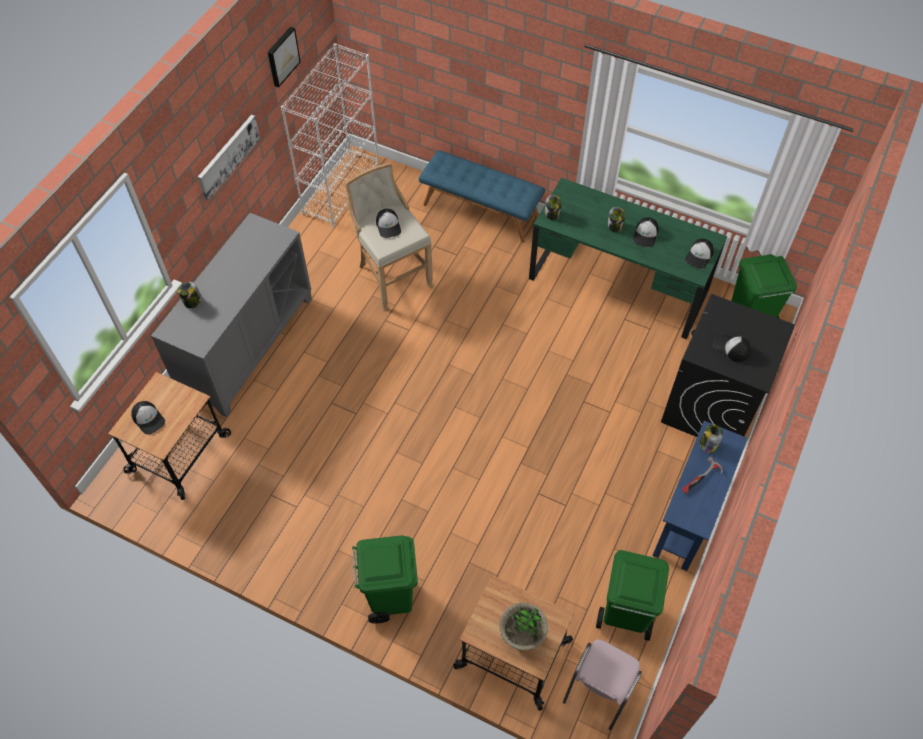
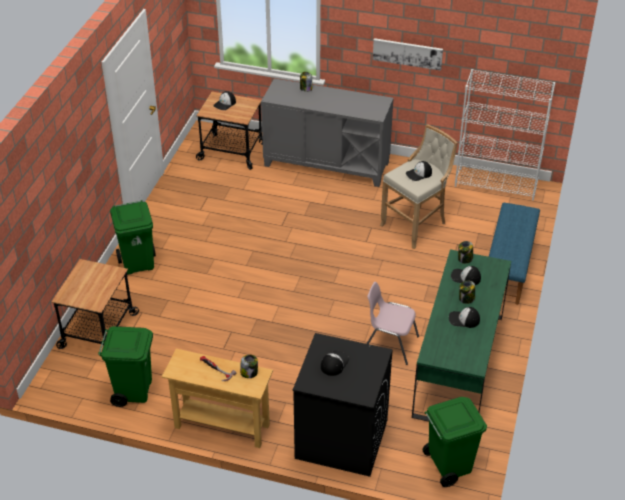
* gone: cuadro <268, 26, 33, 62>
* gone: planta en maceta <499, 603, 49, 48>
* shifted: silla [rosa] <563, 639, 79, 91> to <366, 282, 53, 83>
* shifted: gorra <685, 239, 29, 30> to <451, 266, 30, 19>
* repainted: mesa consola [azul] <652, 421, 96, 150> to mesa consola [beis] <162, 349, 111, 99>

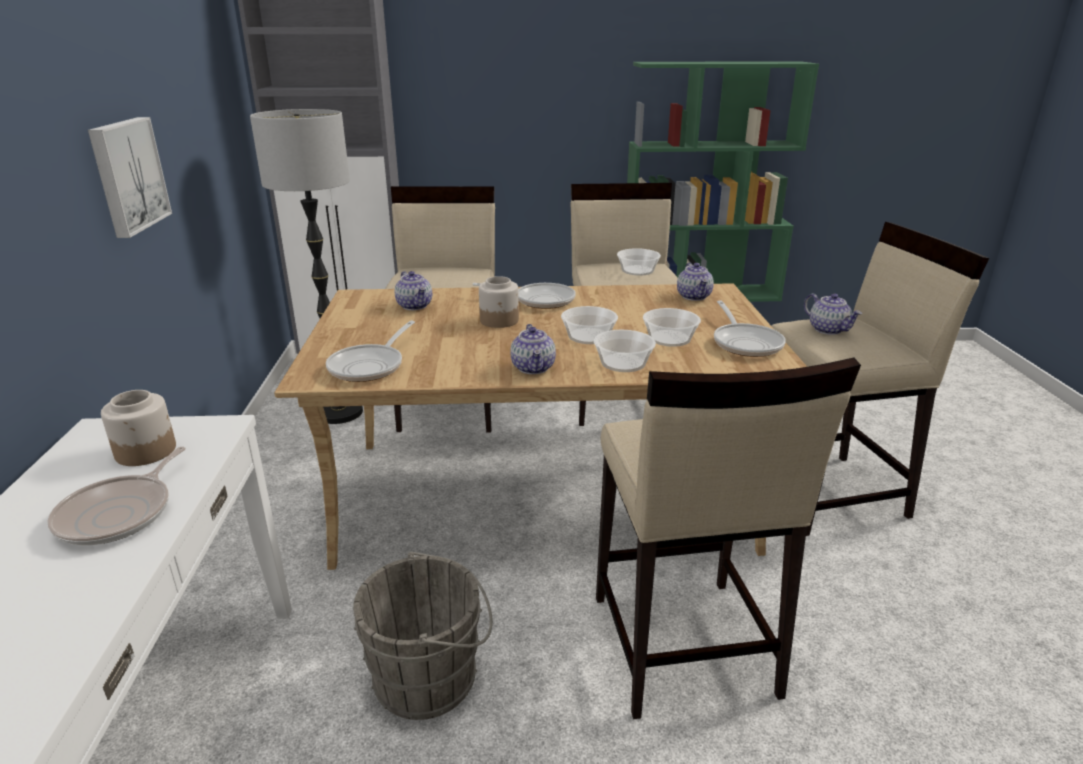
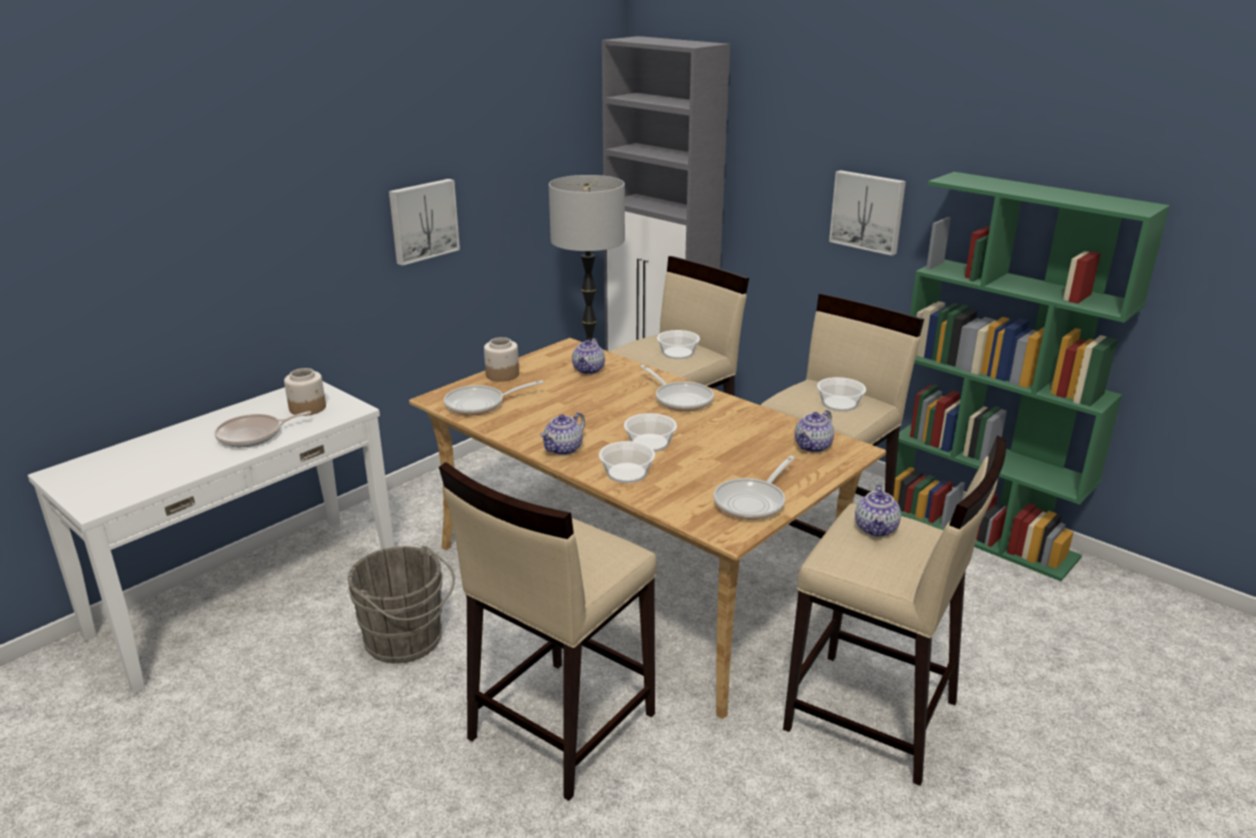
* new: cuadro <829, 170, 77, 86>
* shifted: tarro <479, 276, 40, 52> to <484, 337, 35, 45>
* shifted: cuenco <643, 308, 58, 39> to <657, 330, 43, 29>

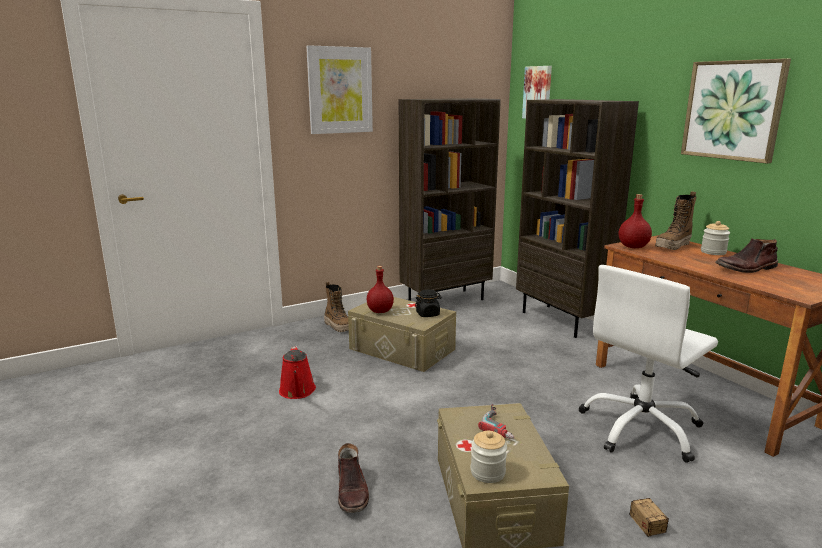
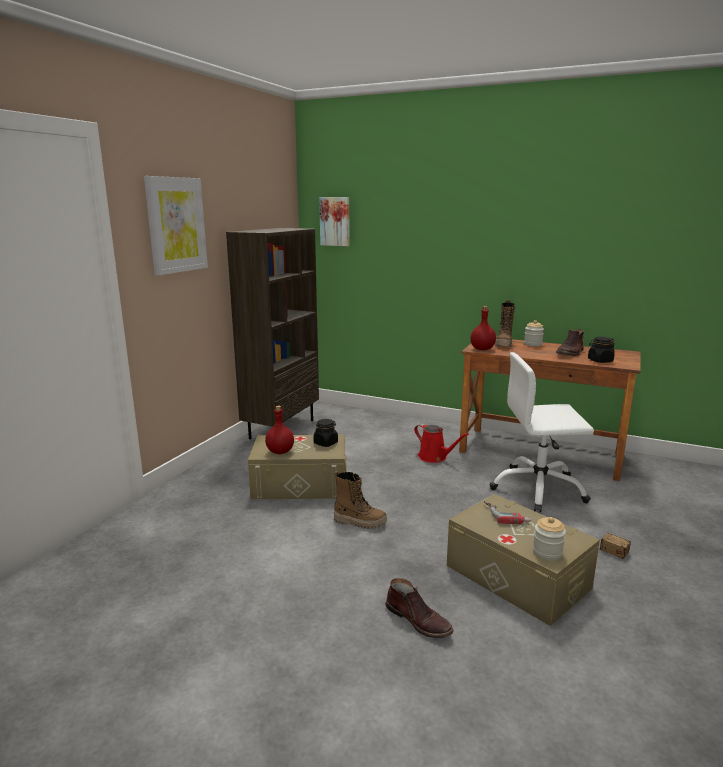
* gone: estantería [marrón] <516, 99, 123, 239>
* gone: cuadro <681, 58, 110, 106>
* new: tarro [negro] <588, 337, 27, 26>
* shifted: regadera [rojo] <279, 346, 37, 53> to <414, 424, 55, 39>
* shifted: bota <324, 282, 25, 50> to <334, 471, 53, 58>
* rotated: silla de oficina [blanco] <579, 265, 139, 198> = <489, 352, 105, 160> 75 degrees clockwise

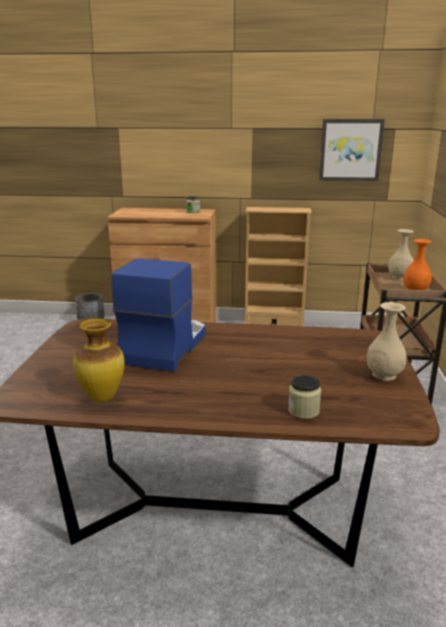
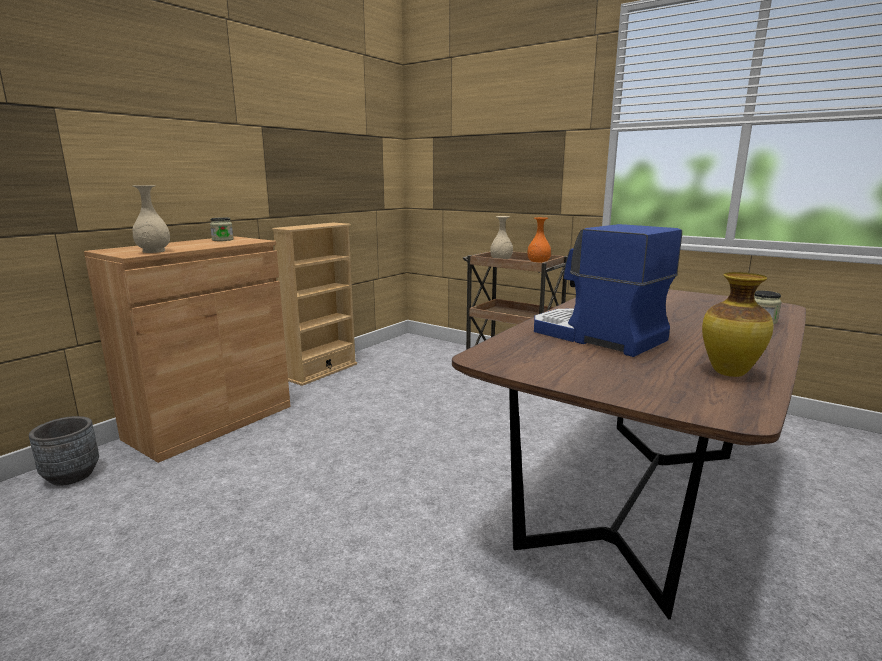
* gone: cuadro <319, 119, 66, 62>
* shifted: florero [beis] <367, 302, 39, 79> to <132, 185, 38, 68>

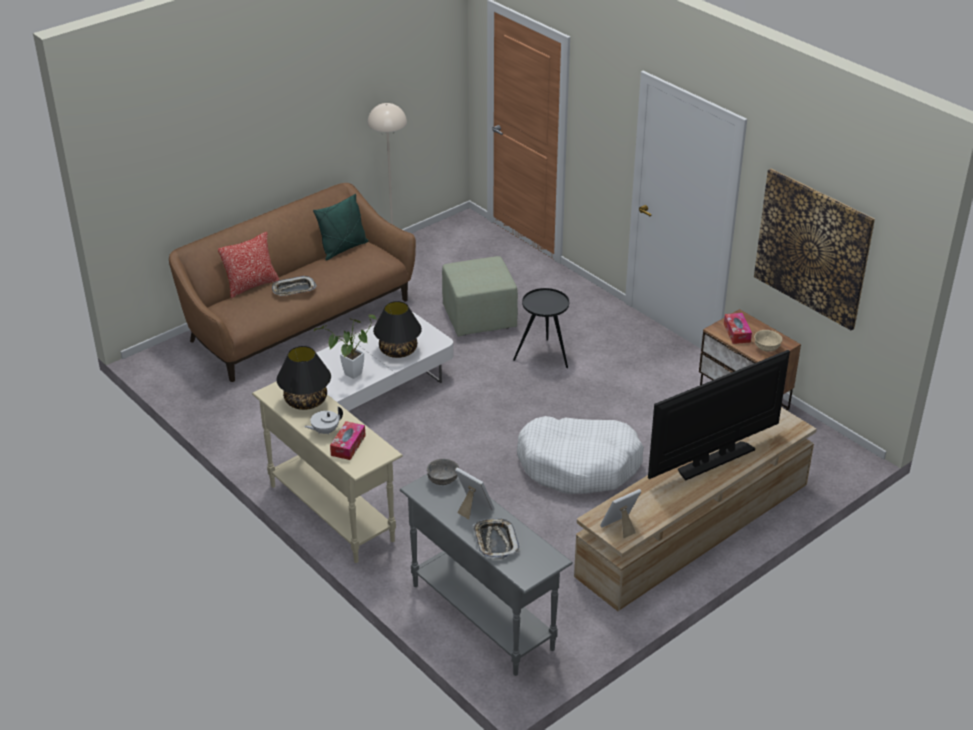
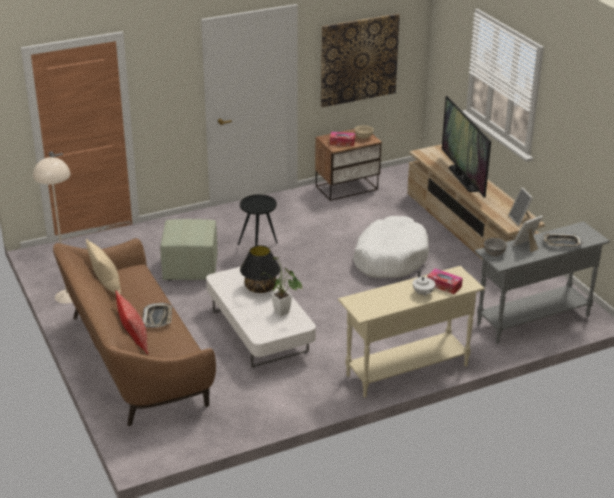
* gone: lámpara de mesa [negro] <276, 346, 55, 64>
* repainted: cojín [verde] <313, 194, 55, 67> to cojín [beis] <86, 239, 35, 56>

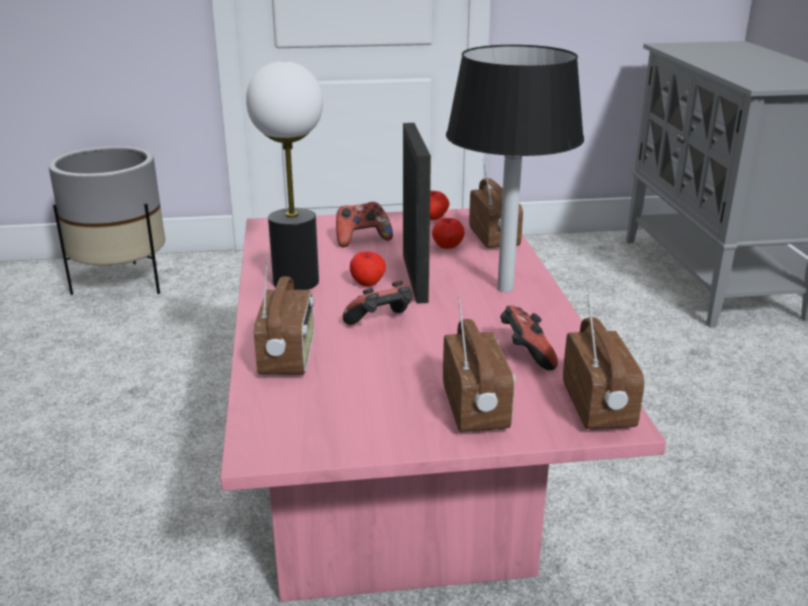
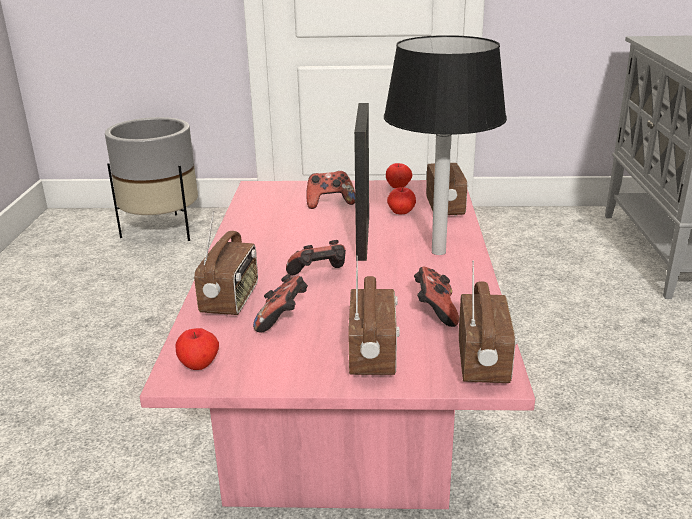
* gone: lámpara de mesa <246, 61, 77, 229>
* new: mando de consola <253, 274, 55, 59>
* shifted: manzana <350, 251, 36, 35> to <175, 328, 44, 42>

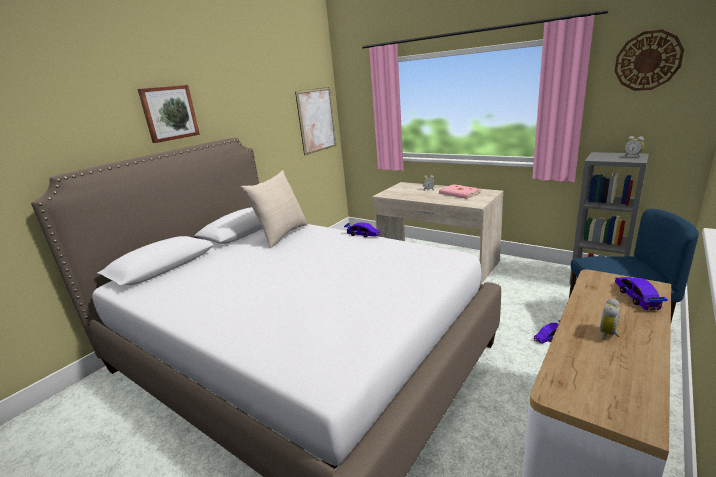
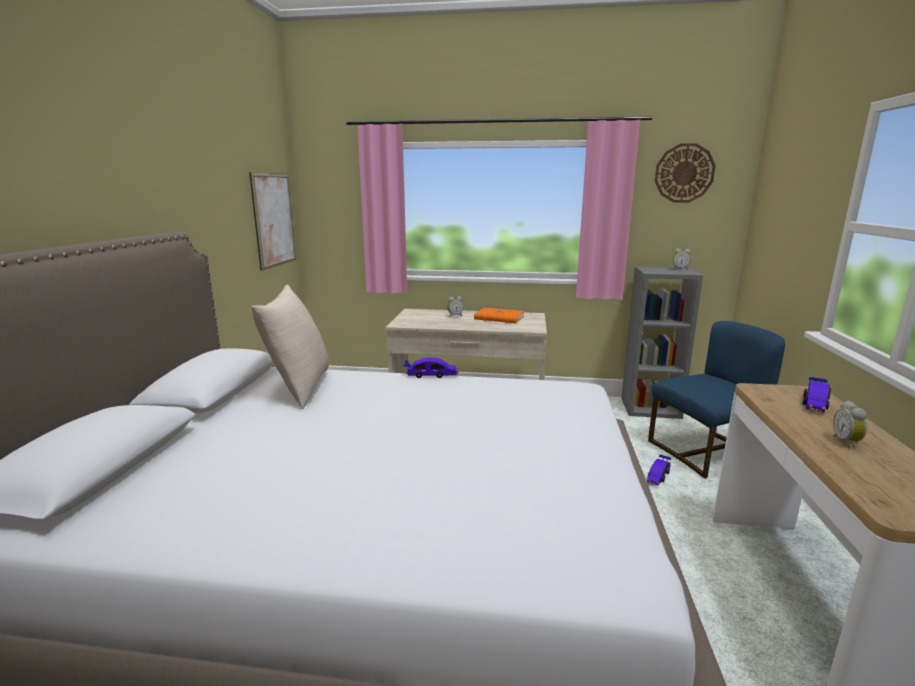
* gone: cuadro <138, 85, 62, 58>
* repainted: libro [rosa] <439, 184, 42, 15> to libro [naranja] <474, 308, 50, 15>
* rotated: coche de juguete <615, 277, 53, 33> = <803, 377, 28, 36> 120 degrees counterclockwise

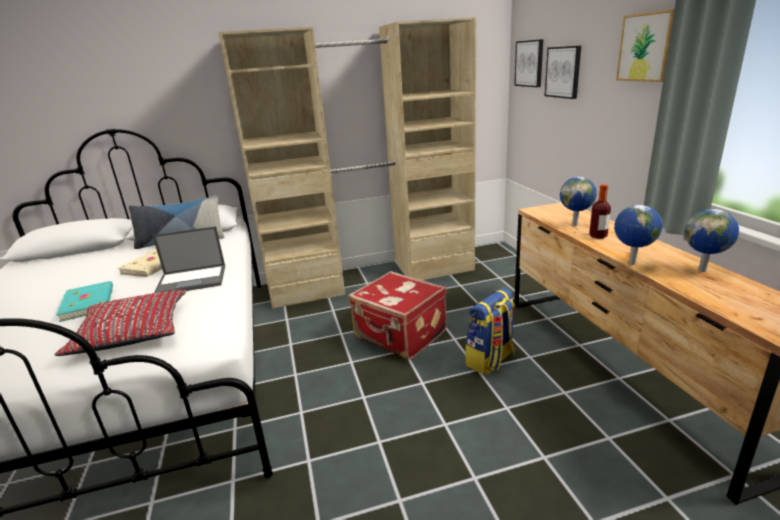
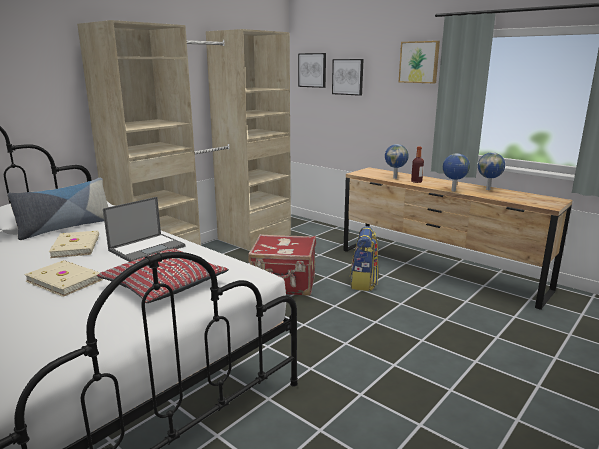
* repainted: libro [turquesa] <56, 281, 57, 41> to libro [beis] <24, 260, 79, 37>

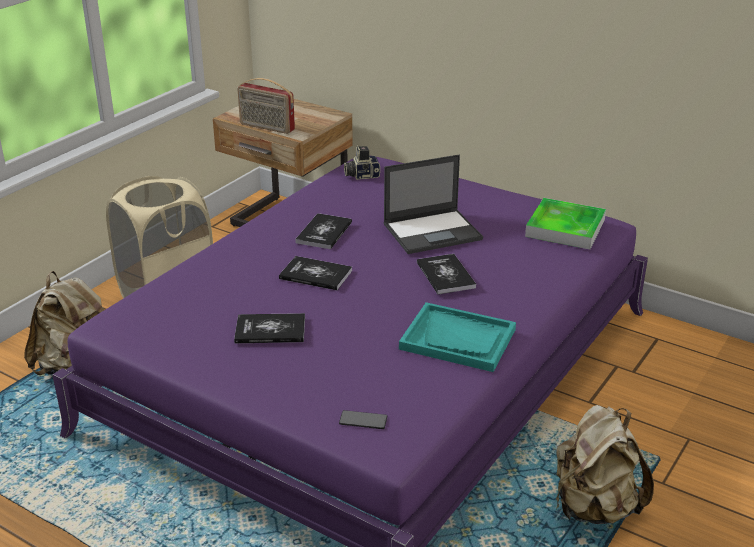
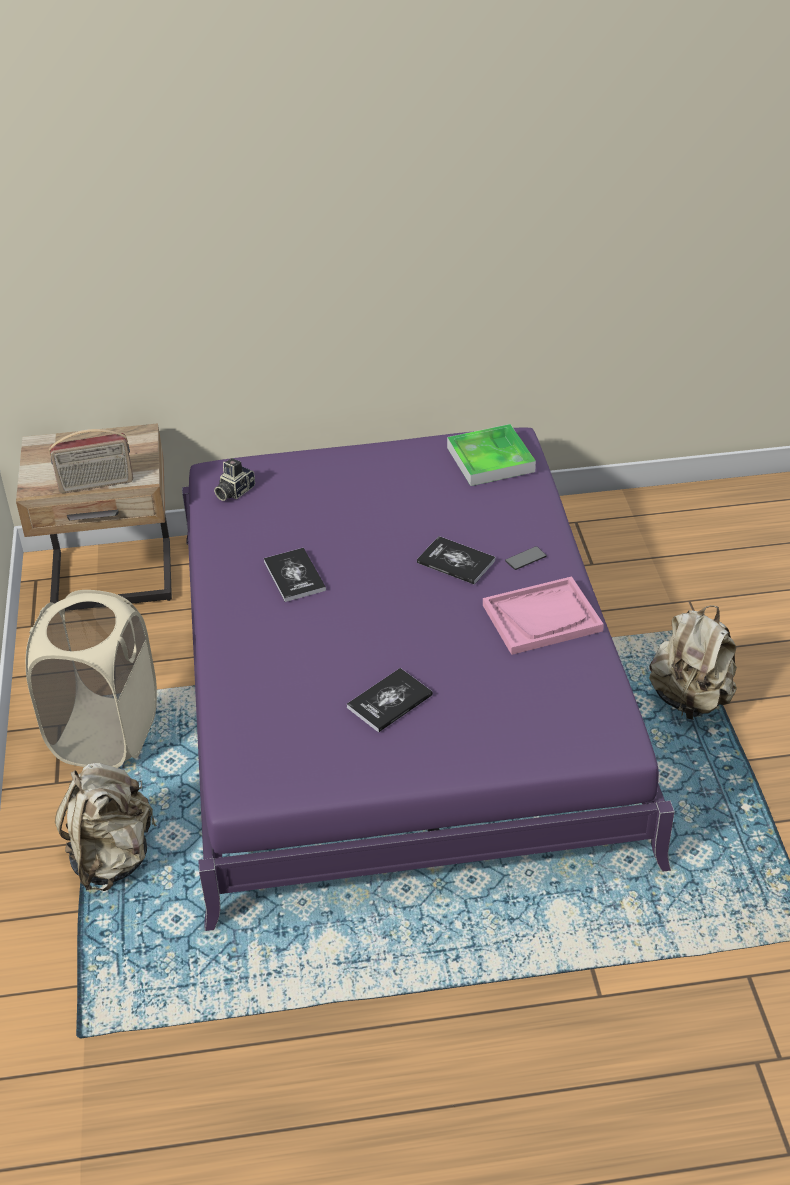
* gone: libro <279, 256, 73, 34>
* gone: portátil <384, 155, 99, 99>
* shifted: móvil <339, 410, 48, 19> to <505, 546, 41, 24>
* repainted: bandeja [turquesa] <399, 302, 117, 70> to bandeja [rosa] <483, 576, 121, 79>

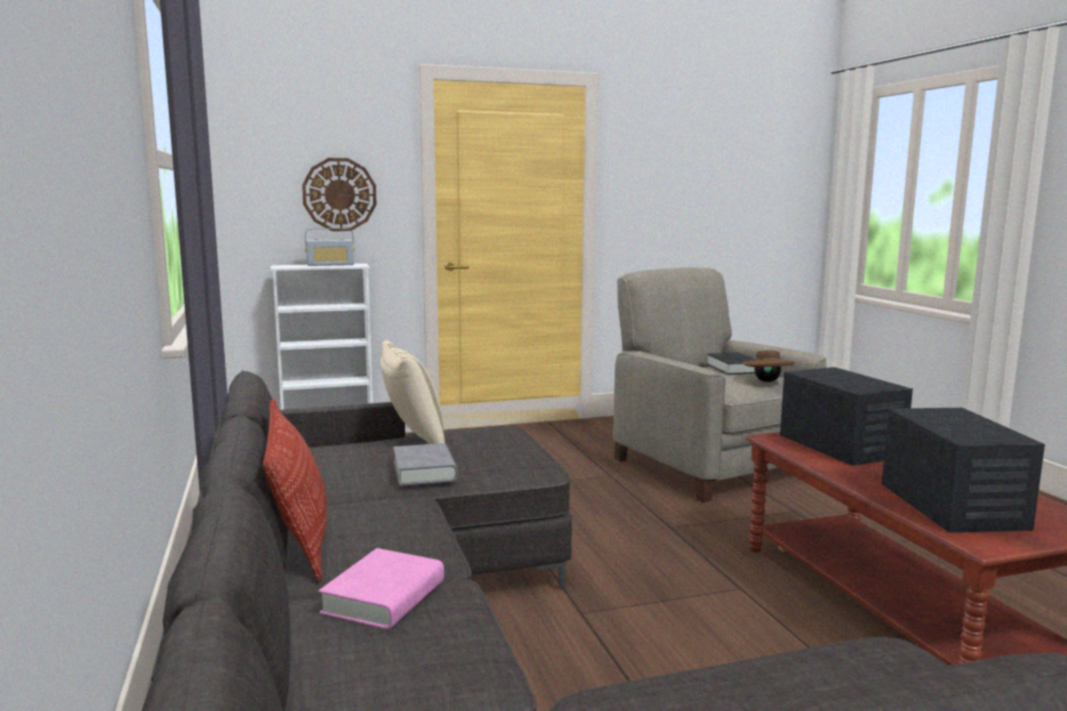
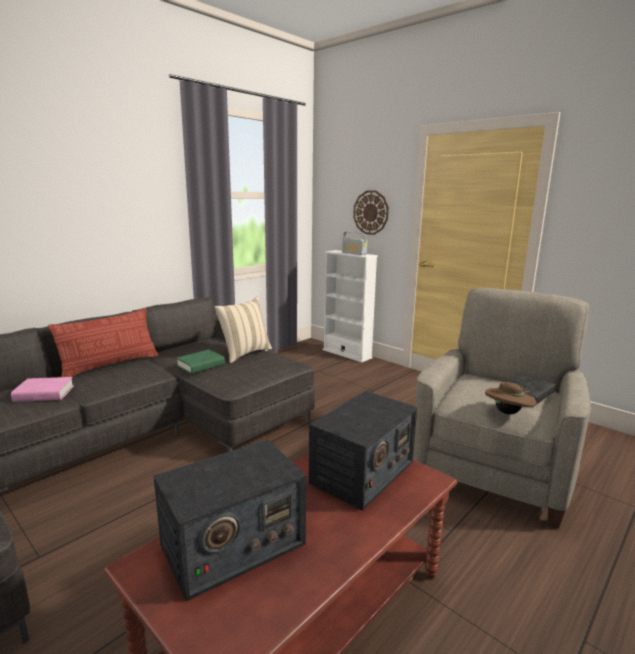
* repainted: libro [gris] <393, 443, 65, 43> to libro [verde] <176, 350, 49, 24>

